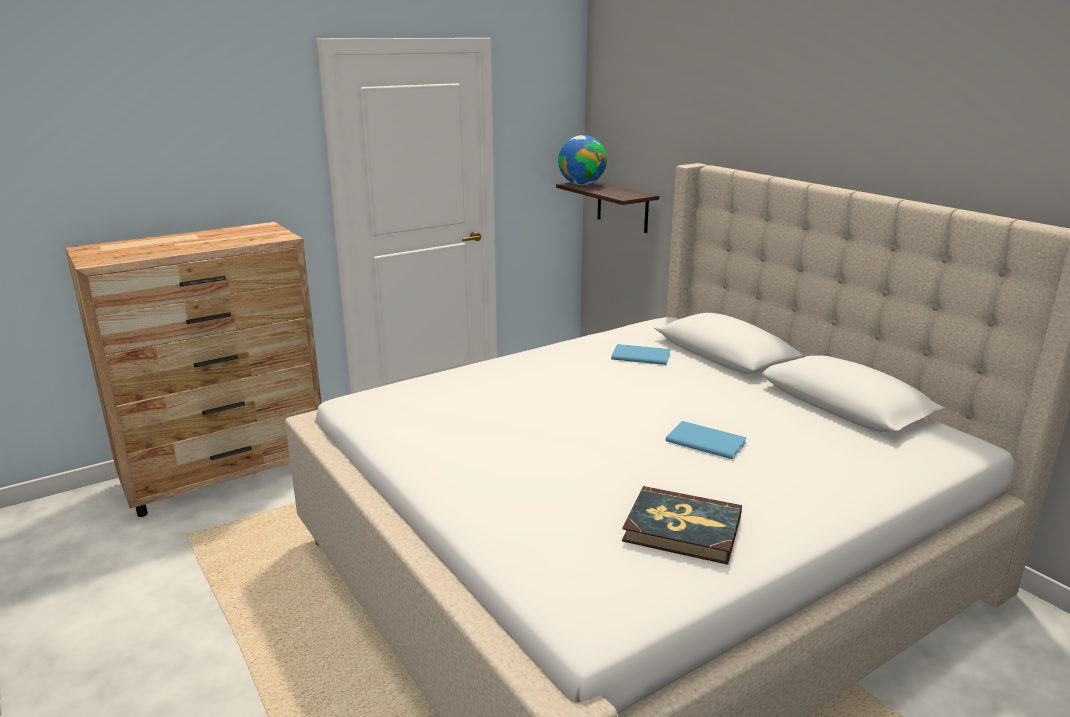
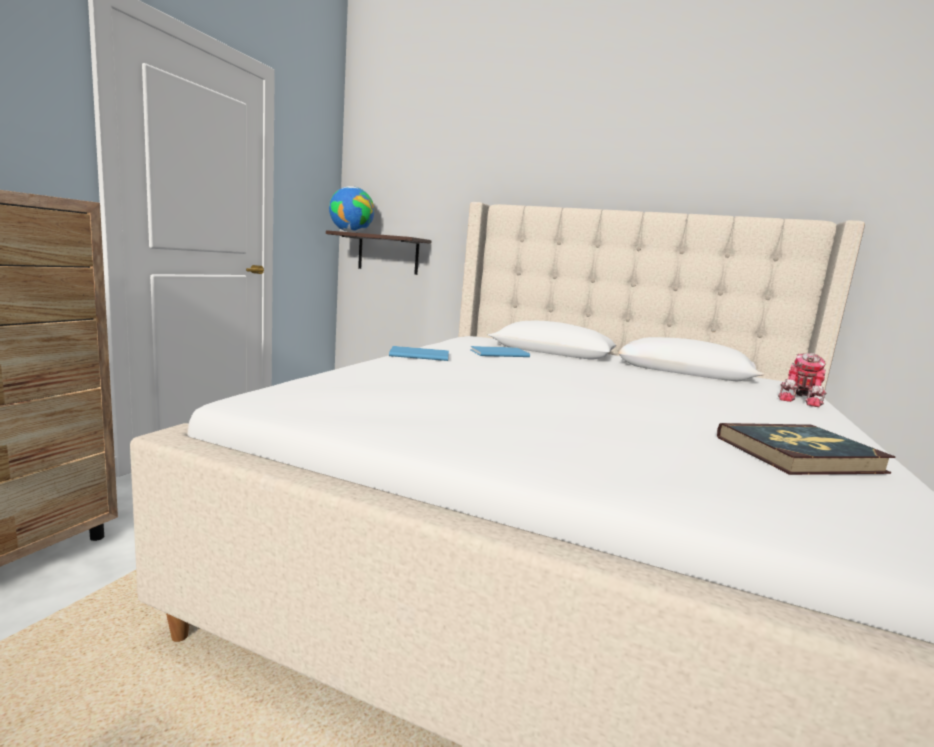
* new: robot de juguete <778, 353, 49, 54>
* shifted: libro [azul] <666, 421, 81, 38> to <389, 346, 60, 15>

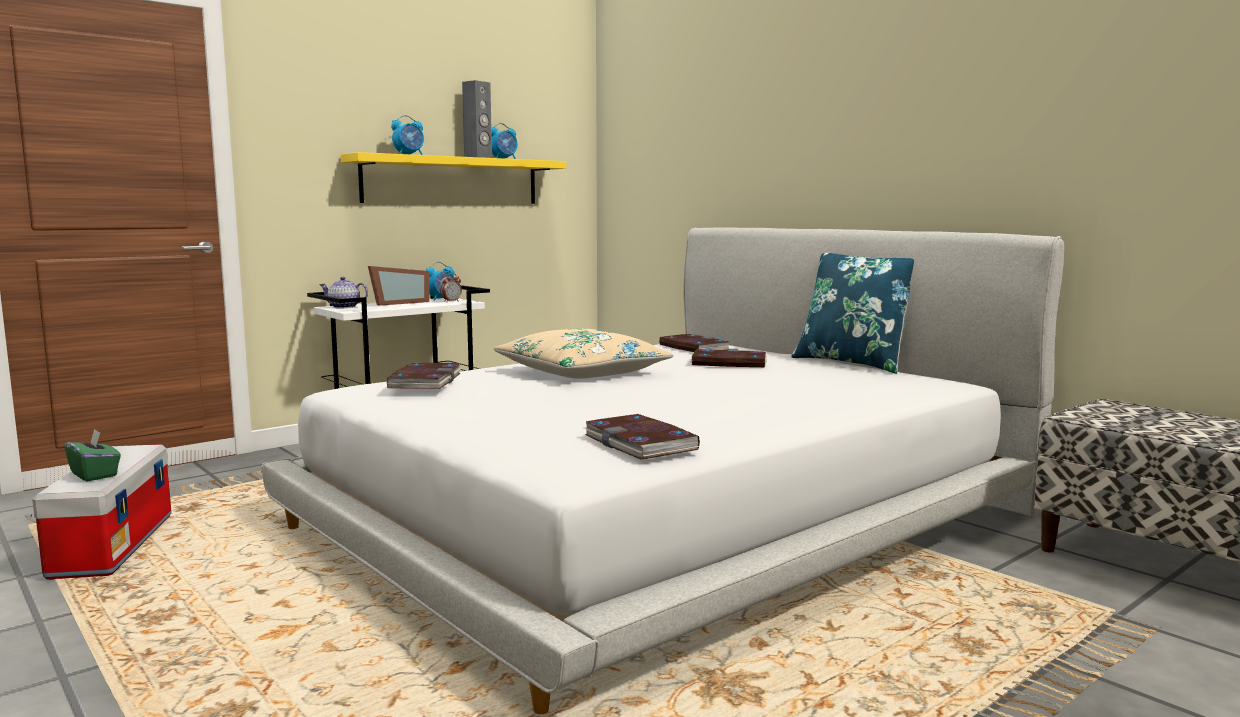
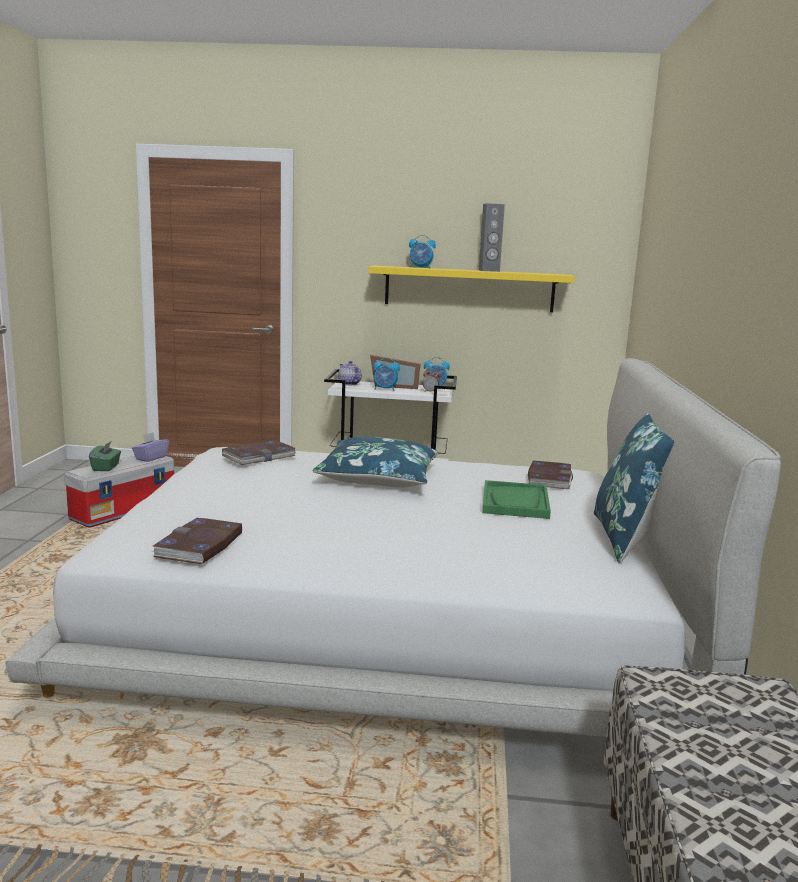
* new: caja de pañuelos [morado] <132, 432, 37, 30>
* shifted: despertador <492, 123, 26, 36> to <373, 357, 27, 34>
* swapped: libro <690, 349, 77, 18> to bandeja [verde] <482, 480, 69, 39>
* repainted: cojín [beis] <494, 329, 179, 50> to cojín [azul] <313, 437, 125, 51>

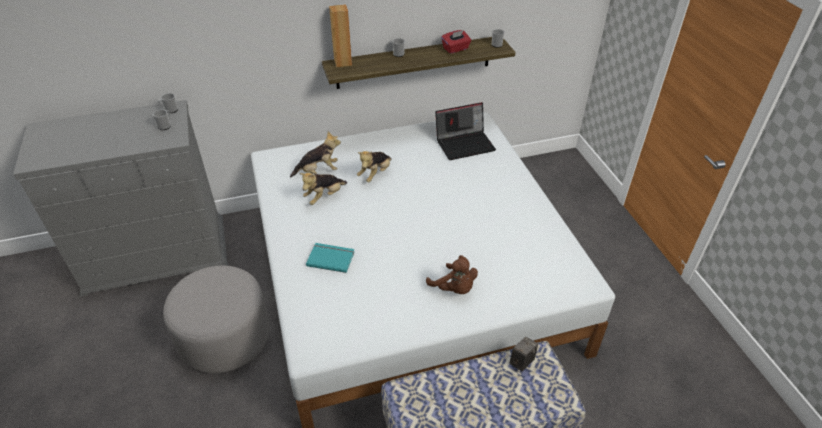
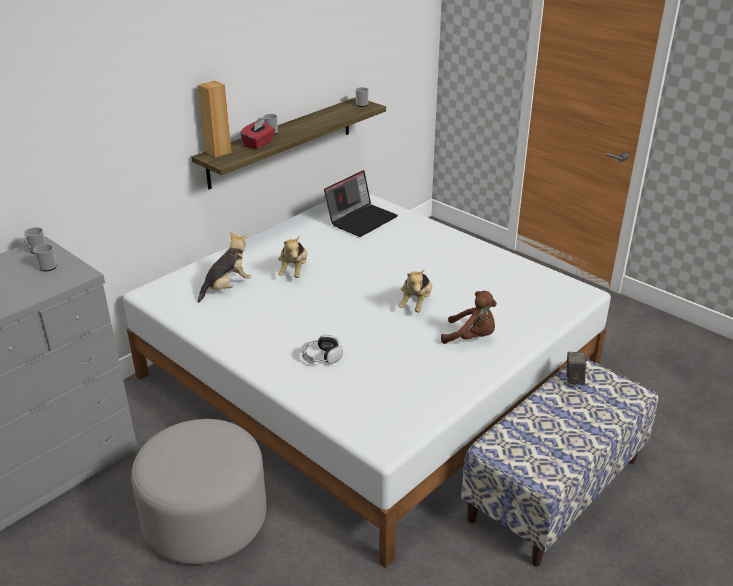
* shifted: peluche <300, 173, 47, 32> to <398, 269, 34, 43>
* shifted: caja de pañuelos [rojo] <441, 30, 30, 24> to <240, 119, 35, 30>
* swapped: libro [turquesa] <306, 243, 49, 30> to auriculares <302, 335, 41, 29>

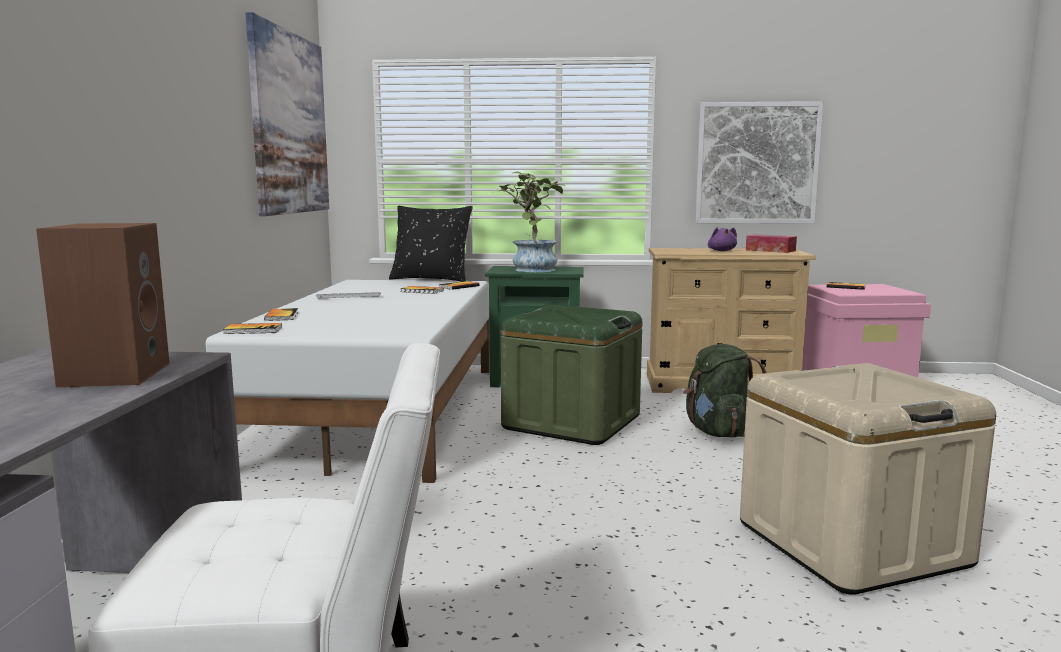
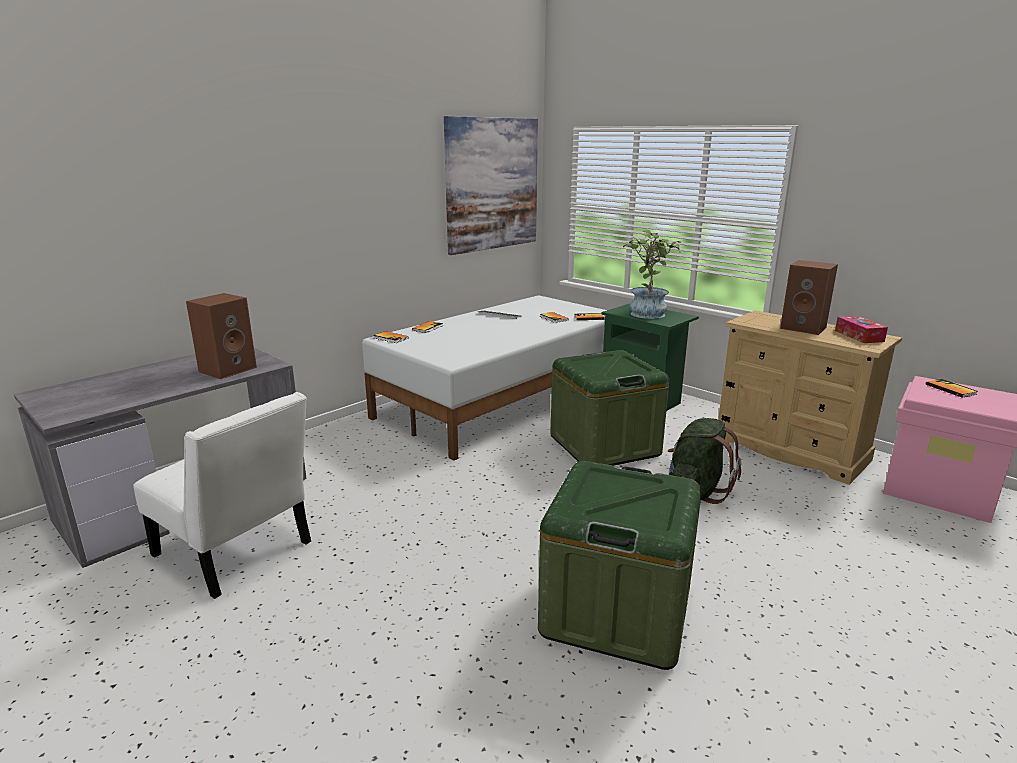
* gone: cojín [negro] <389, 206, 84, 76>
* gone: cuadro <695, 101, 128, 123>
* swapped: peluche [morado] <708, 227, 29, 24> to altavoz [marrón] <780, 260, 58, 75>
* repainted: caja de almacenaje [beis] <740, 363, 256, 232> to caja de almacenaje [verde] <538, 461, 164, 209>

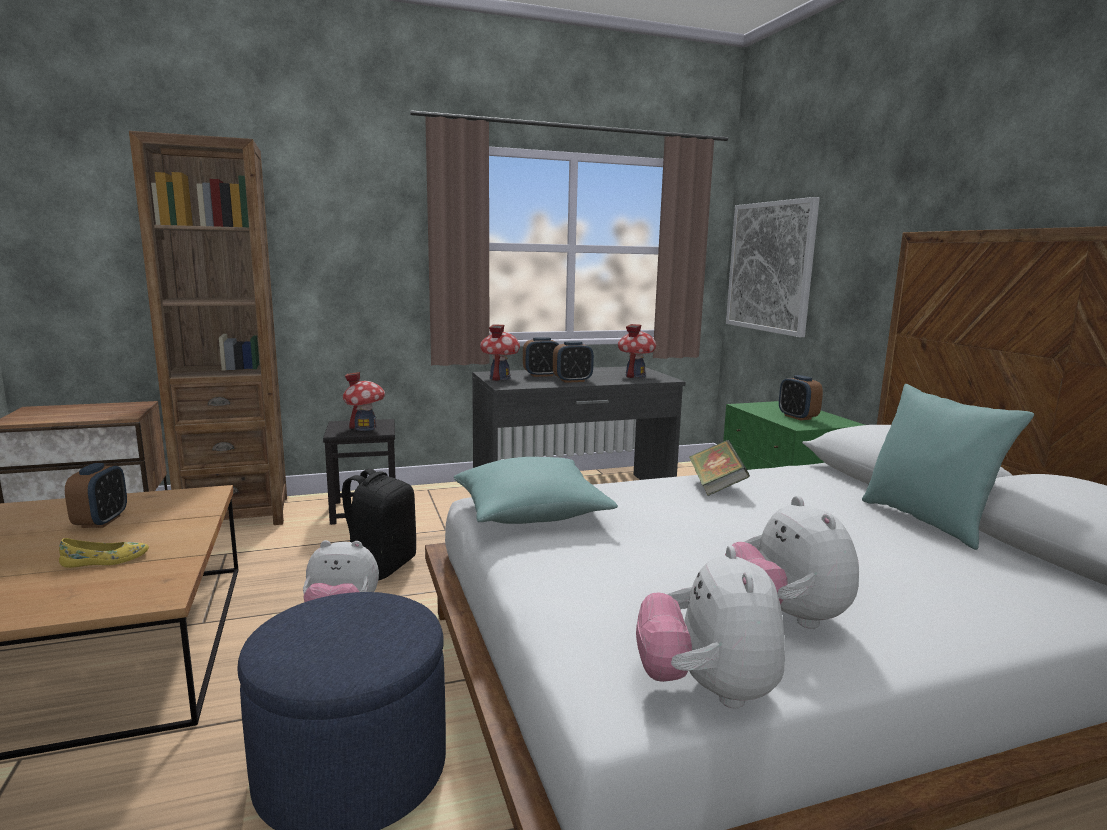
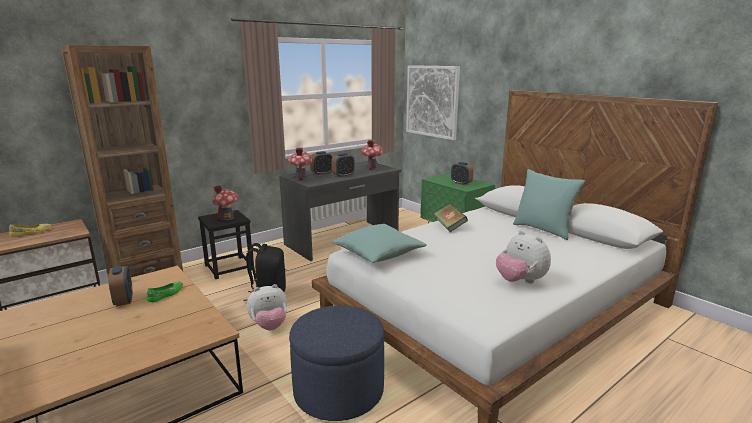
* gone: peluche <636, 546, 149, 163>
* new: zapato [verde] <146, 282, 37, 20>
* shifted: zapato [amarillo] <59, 538, 90, 30> to <9, 224, 42, 13>

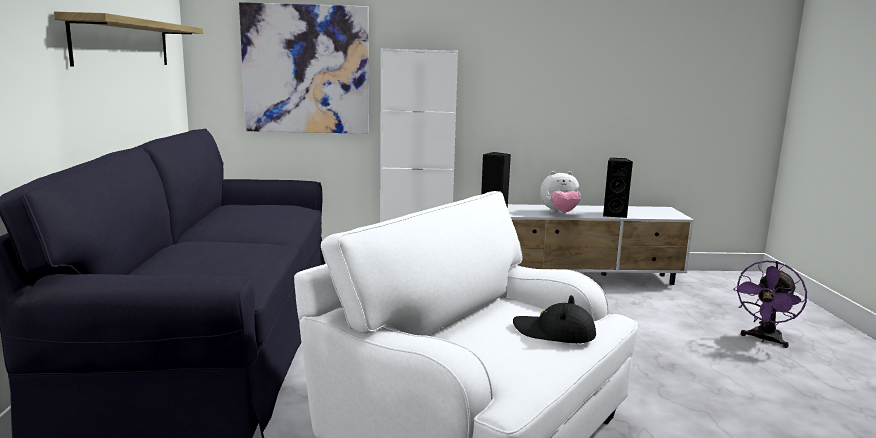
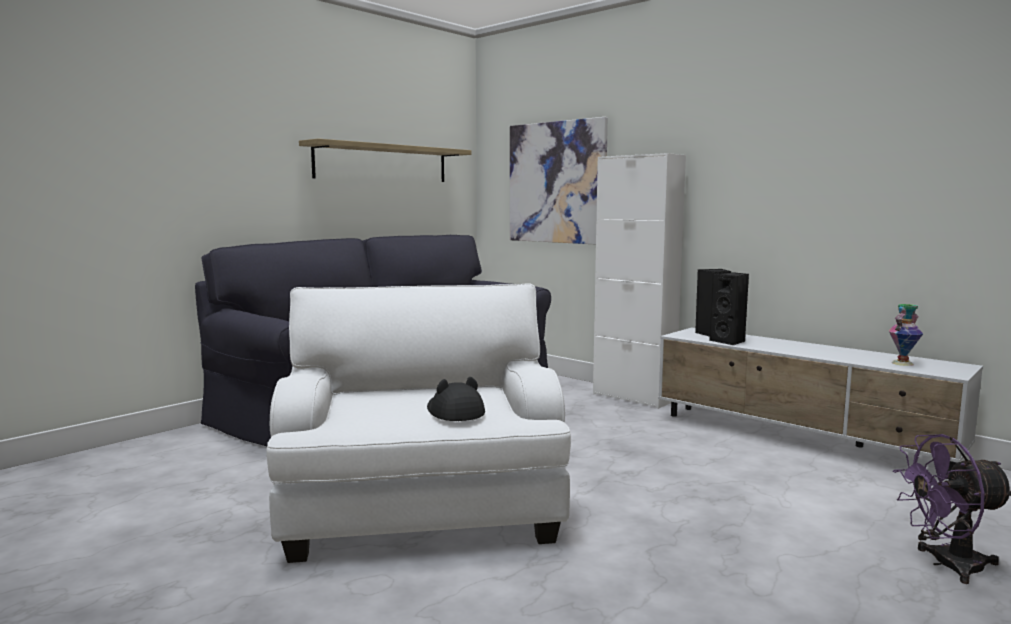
* gone: peluche <540, 171, 41, 42>
* new: florero <889, 304, 34, 62>
* shifted: altavoz [negro] <603, 158, 30, 60> to <709, 272, 40, 73>

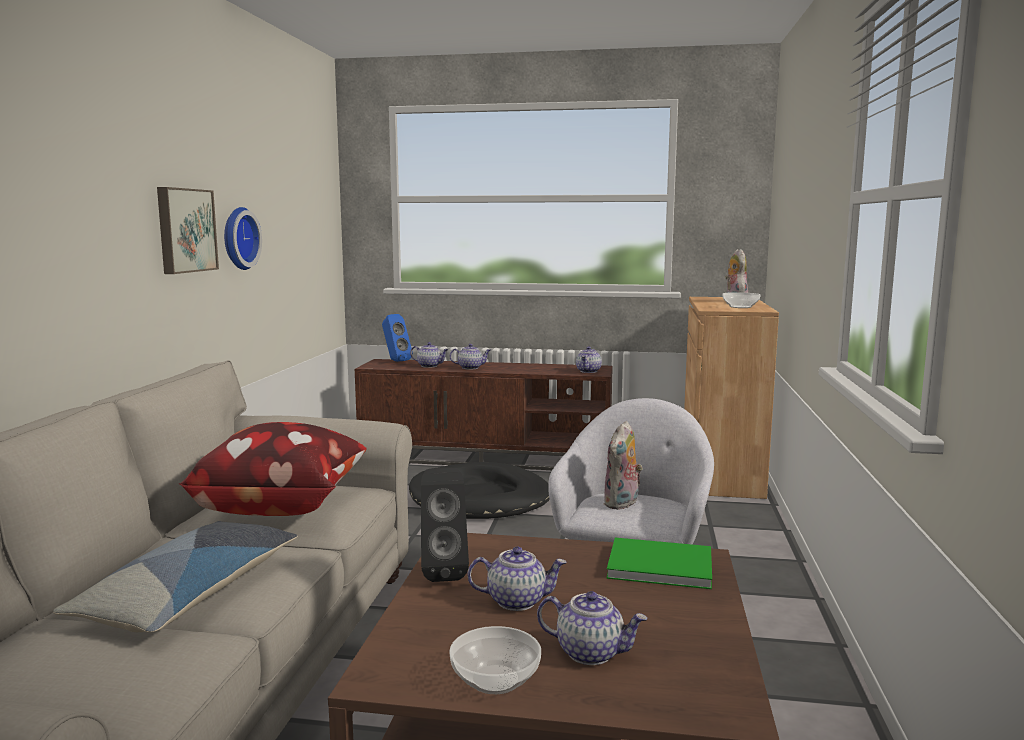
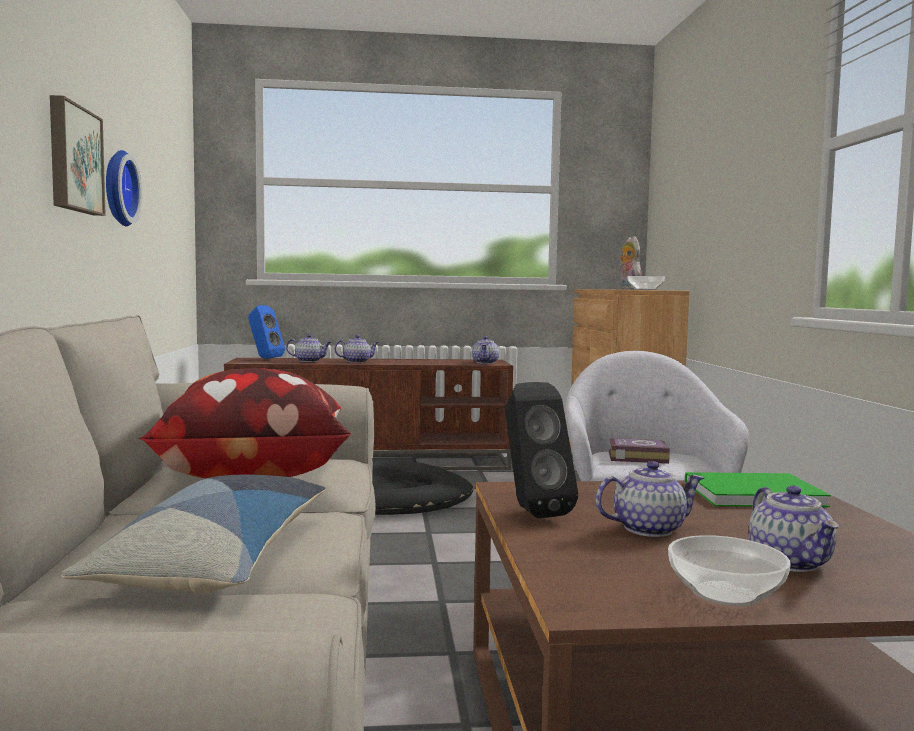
* swapped: peluche <603, 421, 40, 89> to libro <609, 438, 61, 26>
* rotated: tetera <537, 591, 110, 74> = <749, 485, 90, 87> 75 degrees clockwise

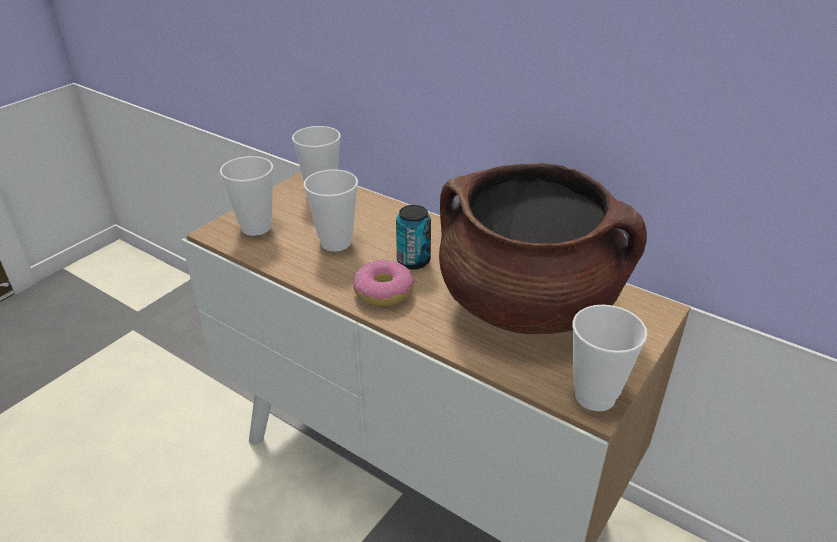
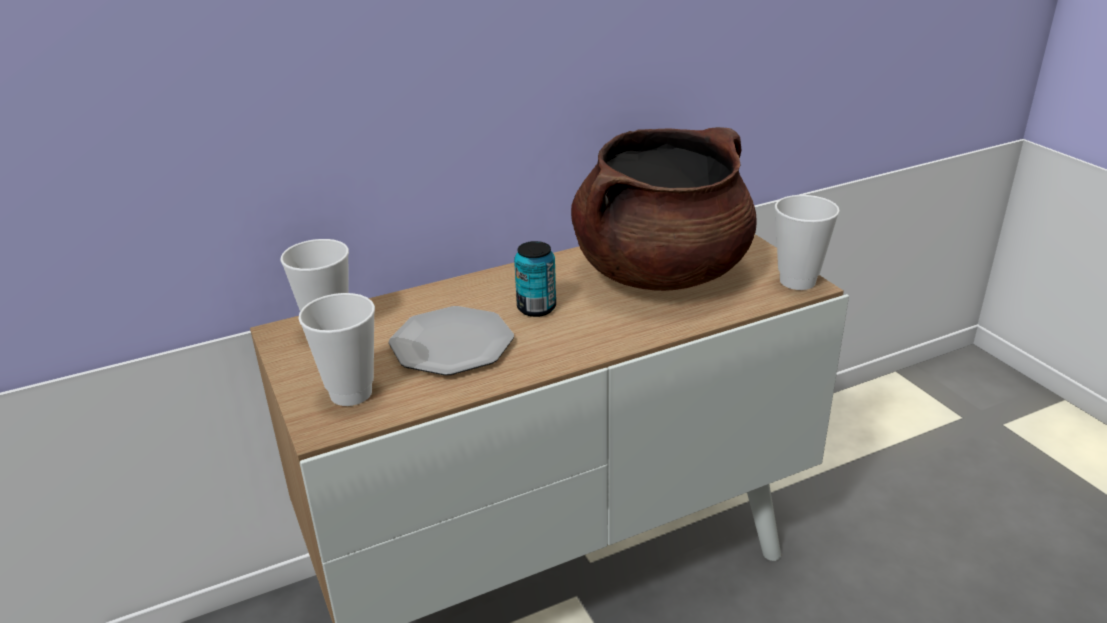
* gone: rosquilla <353, 260, 61, 46>
* swapped: taza <304, 169, 54, 82> to plato <388, 306, 126, 70>

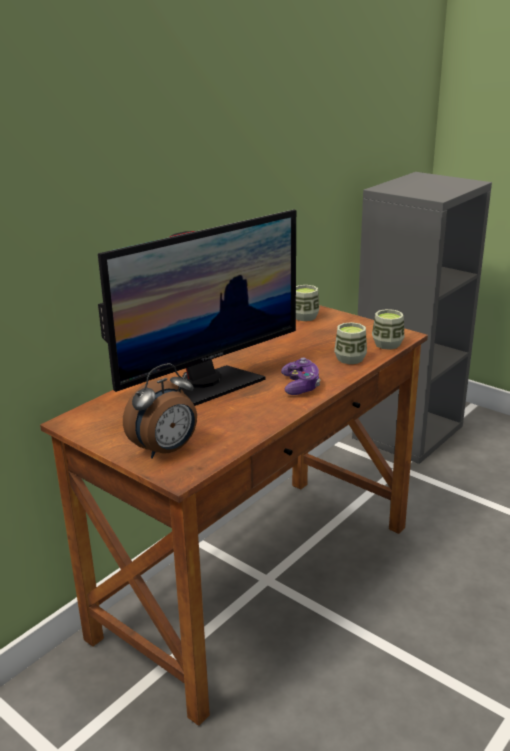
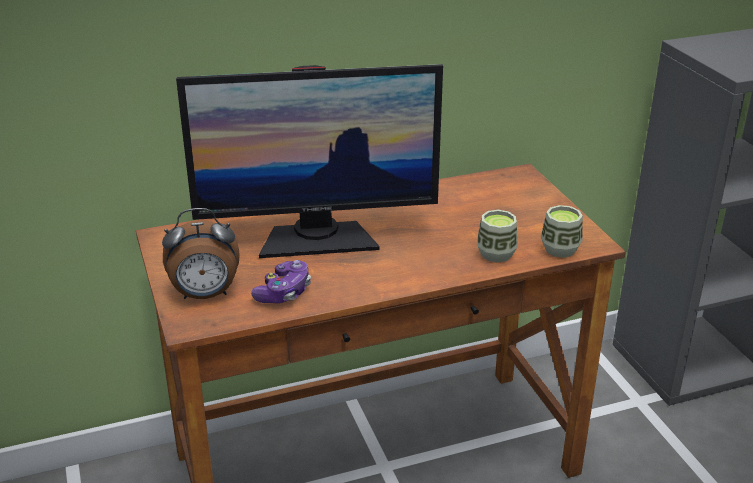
* gone: taza <296, 285, 24, 36>
* shifted: mando de consola <281, 357, 39, 38> to <251, 260, 60, 43>

